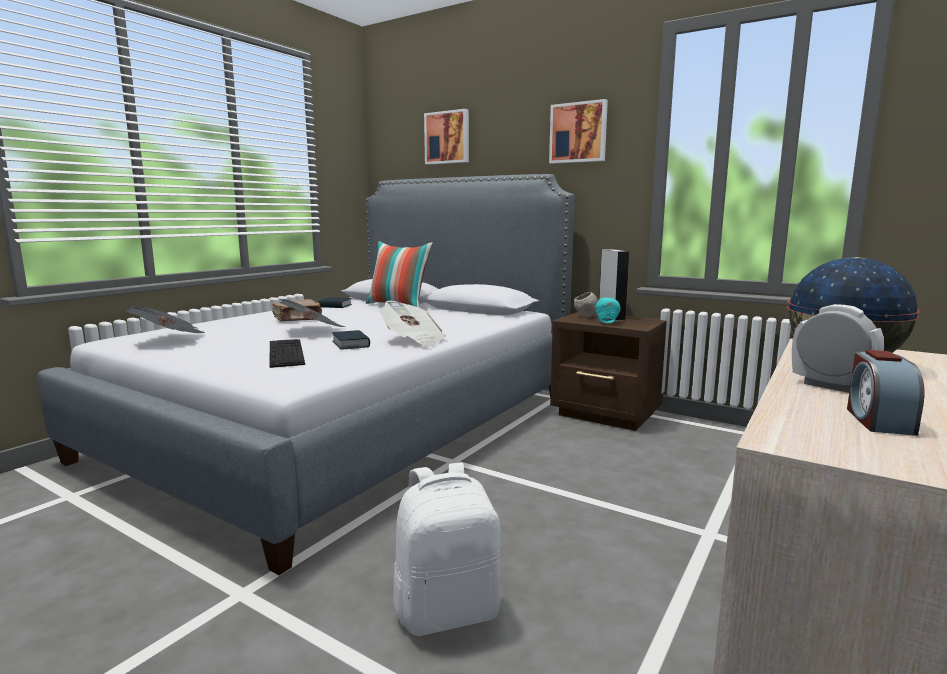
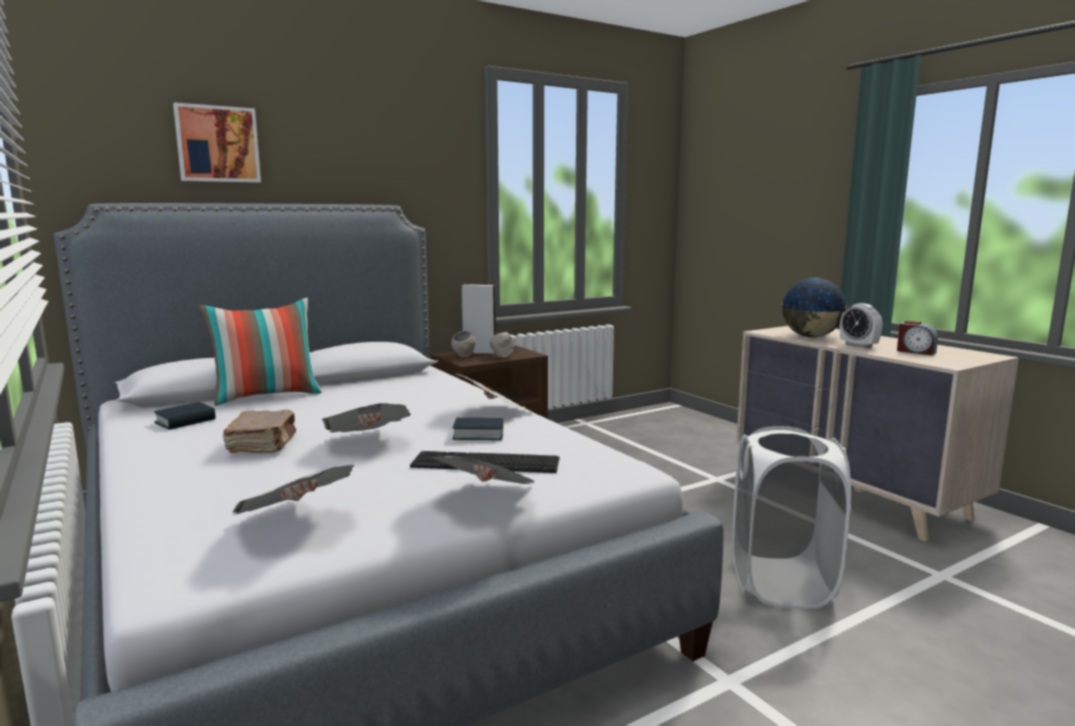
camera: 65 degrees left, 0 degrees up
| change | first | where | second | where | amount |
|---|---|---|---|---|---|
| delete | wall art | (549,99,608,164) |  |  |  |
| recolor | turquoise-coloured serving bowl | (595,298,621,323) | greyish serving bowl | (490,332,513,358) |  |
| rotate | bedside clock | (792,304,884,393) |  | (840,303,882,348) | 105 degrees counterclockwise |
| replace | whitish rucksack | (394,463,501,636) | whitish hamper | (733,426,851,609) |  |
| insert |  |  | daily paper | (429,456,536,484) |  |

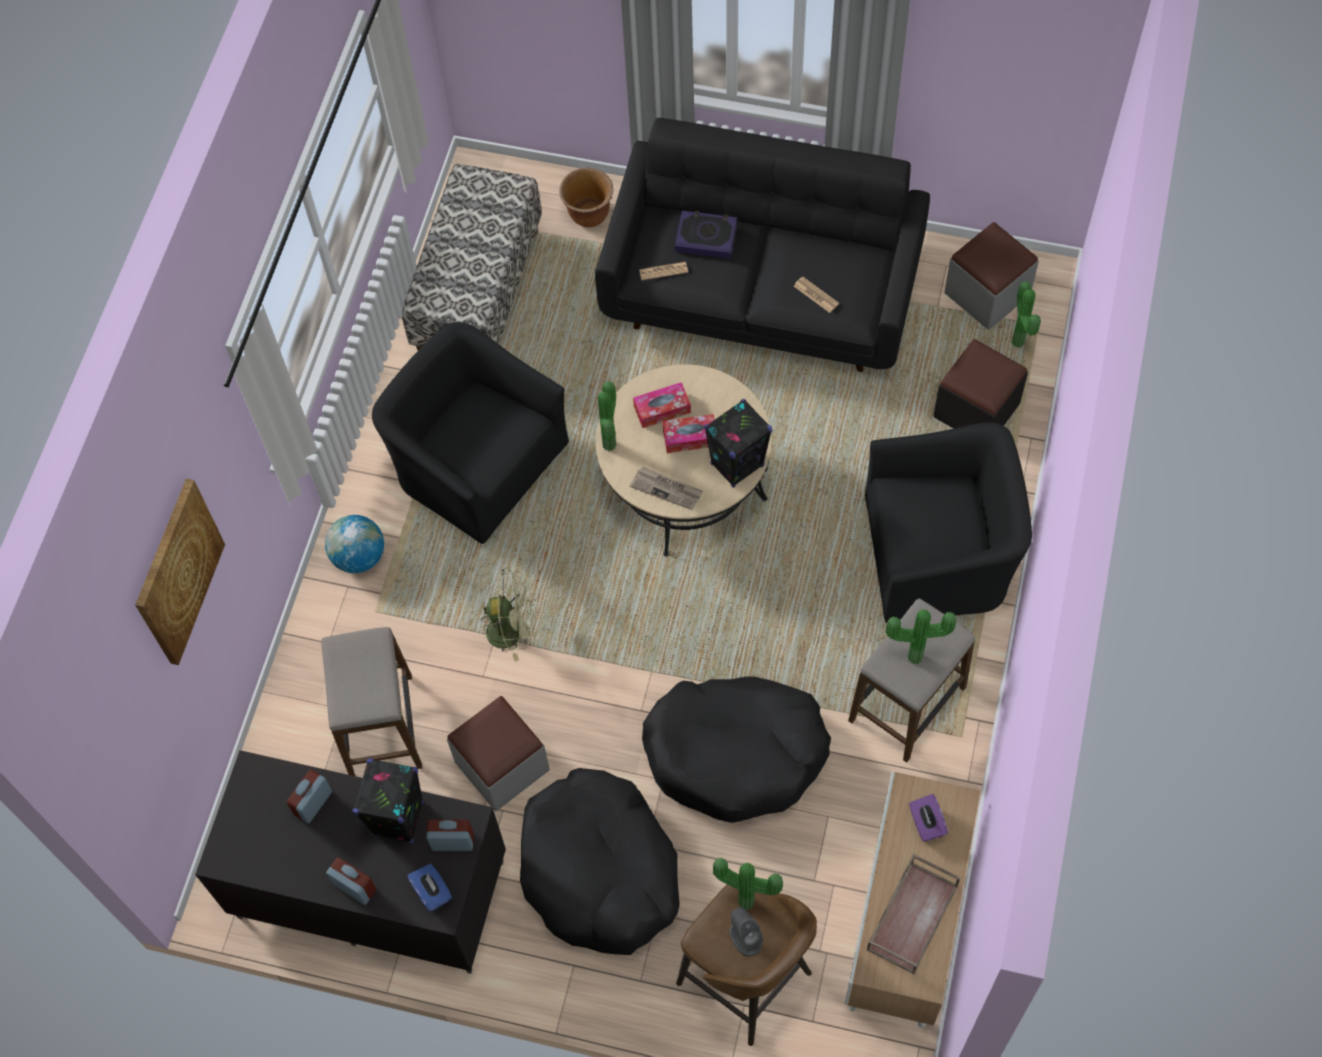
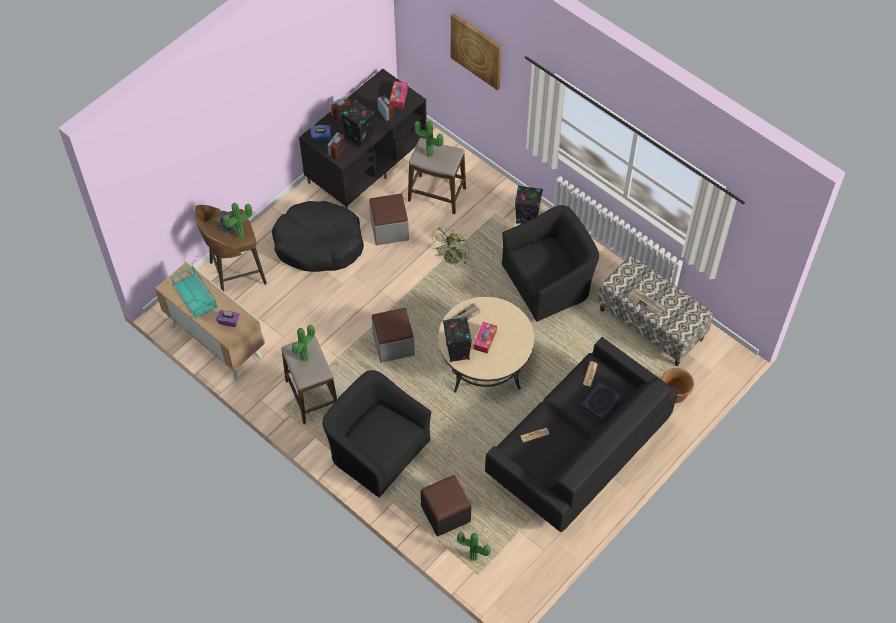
camera: 115 degrees right, 5 degrees down
| change | first | where | second | where | amount |
|---|---|---|---|---|---|
| move | greyish pouffe | (945,222,1038,330) |  | (371,308,415,363) |  |
| move | plant in a pot | (598,381,616,451) |  | (415,121,444,157) |  |
| move | box of tissues | (633,382,691,428) |  | (390,81,408,108) |  |
| rotate | black-coloured lounge chair | (865,422,1032,623) |  | (322,370,431,497) | 105 degrees clockwise |
| replace | desk globe | (325,515,384,573) | black-coloured audio speaker | (515,185,543,224) |  |
| delete | black-coloured dog bed | (642,676,831,823) |  |  |  |
| recolor | brownish tray | (867,853,960,975) | turquoise-coloured tray | (171,266,218,319) |  |
| insert |  |  | daily paper | (627,289,665,316) |  |

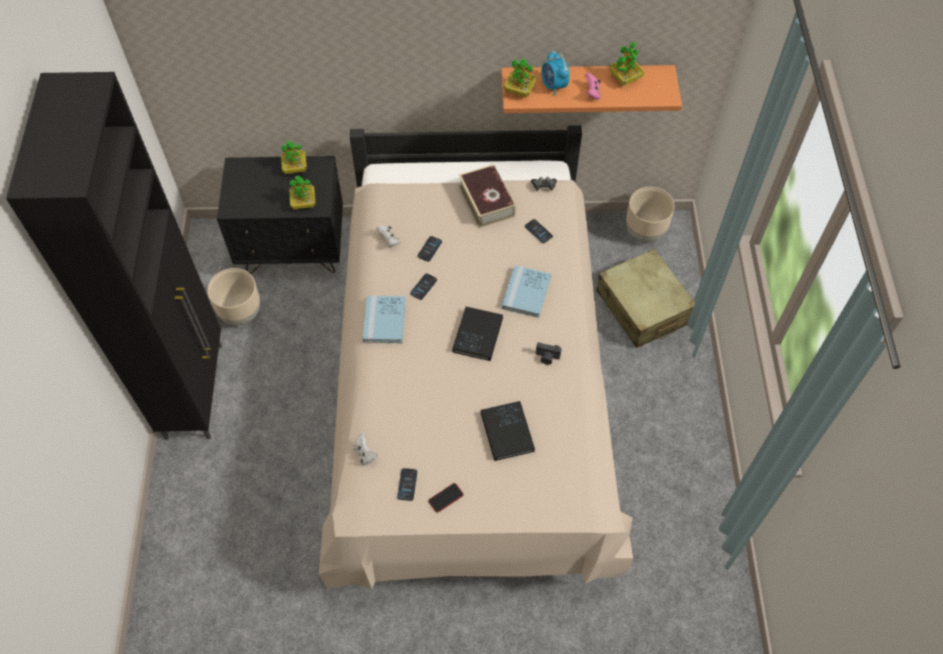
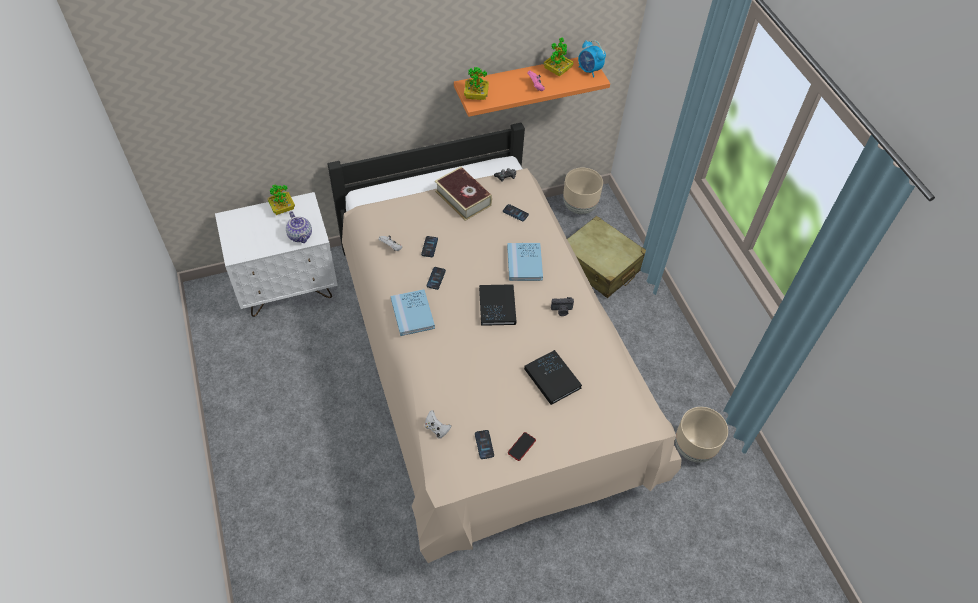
camera: 20 degrees left, 5 degrees down
| change | first | where | second | where | amount |
|---|---|---|---|---|---|
| move | bedside clock | (541,50,570,95) |  | (578,40,606,78) |  |
| delete | black-coloured cupboard | (6,72,222,440) |  |  |  |
| recolor | black-coloured bedside table | (217,156,343,274) | whitish bedside table | (215,192,338,317) |  |
| replace | plant in a pot | (289,176,316,209) | teapot | (286,211,312,243) |  |
| move | beige-coloured planter | (207,268,260,325) |  | (675,407,728,463) |  |

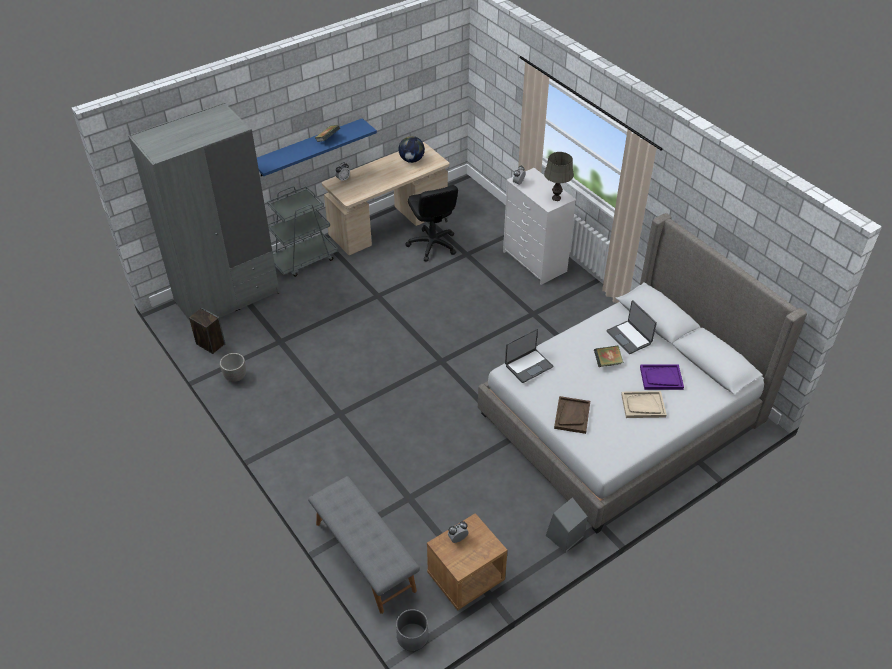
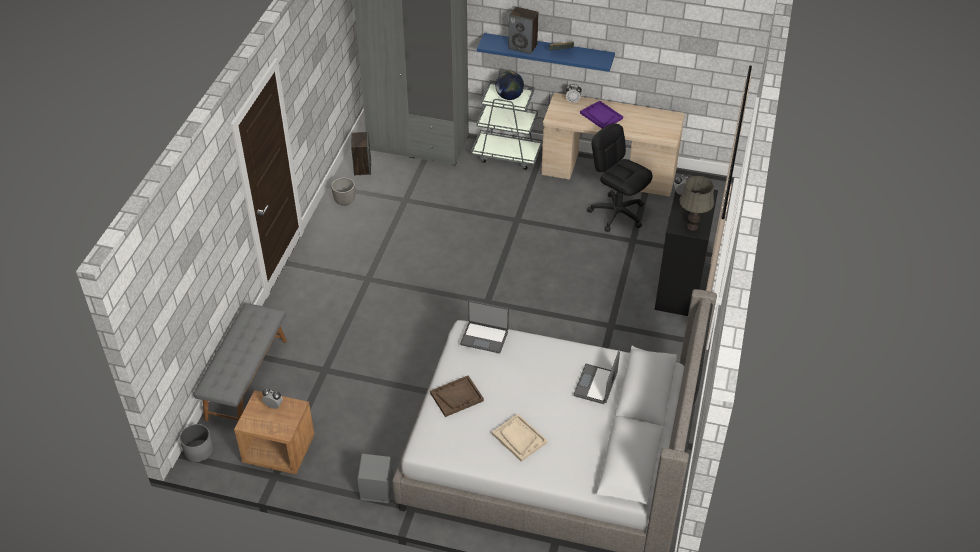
camera: 50 degrees right, 0 degrees up
| change | first | where | second | where | amount |
|---|---|---|---|---|---|
| move | desk globe | (398,136,425,163) |  | (495,71,524,100) |  |
| recolor | whitish drawer chest | (503,168,576,285) | black-coloured drawer chest | (655,190,718,316) |  |
| rotate | black-coloured computer chair | (406,185,458,262) |  | (587,123,652,232) | 105 degrees clockwise |
| delete | volume | (594,345,624,367) |  |  |  |
| move | purple-coloured tray | (640,365,684,390) |  | (580,101,623,129) |  |
| insert |  |  | audio speaker | (508,7,539,54) |  |

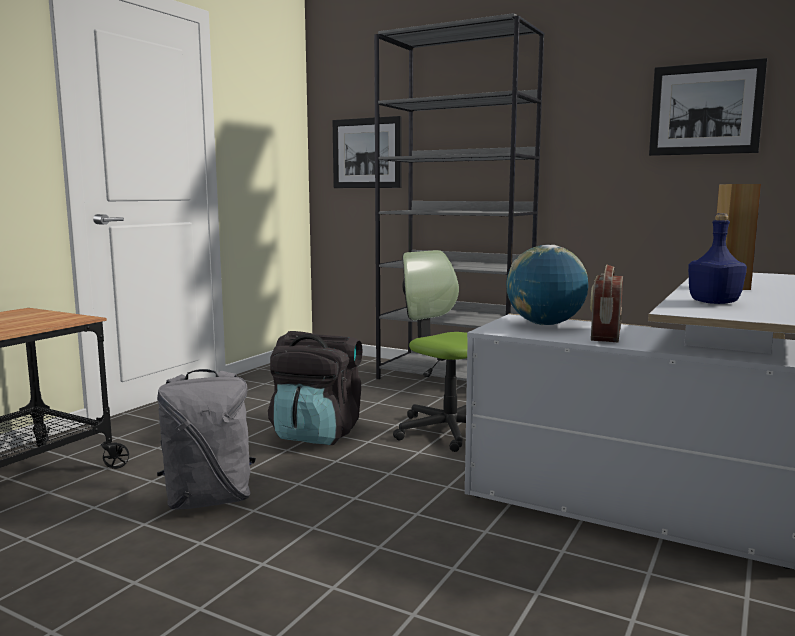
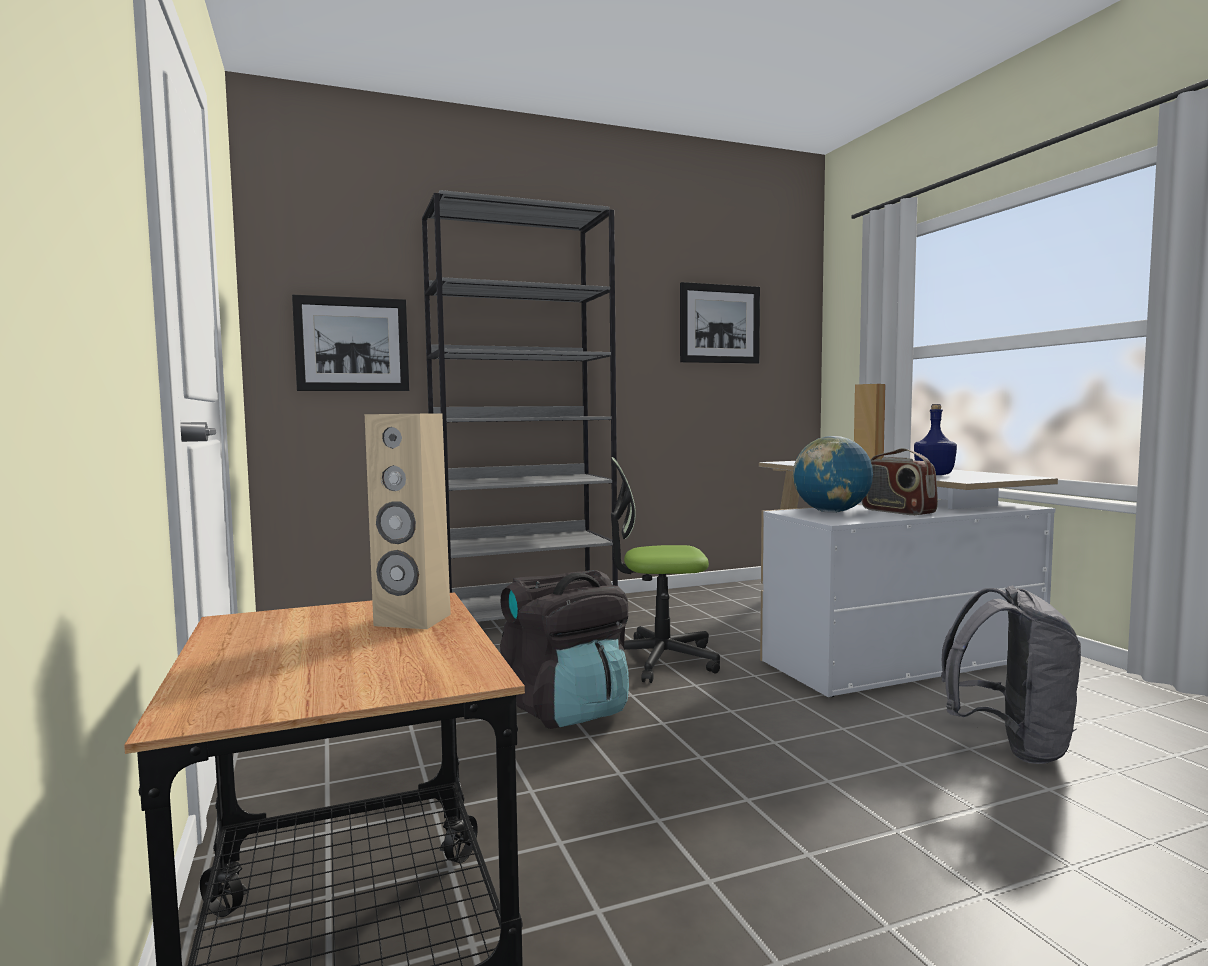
camera: 50 degrees left, 5 degrees down
| change | first | where | second | where | amount |
|---|---|---|---|---|---|
| move | greyish rucksack | (157,369,256,510) |  | (941,585,1081,764) |  |
| insert |  |  | beige-coloured audio speaker | (365,414,451,629) |  |

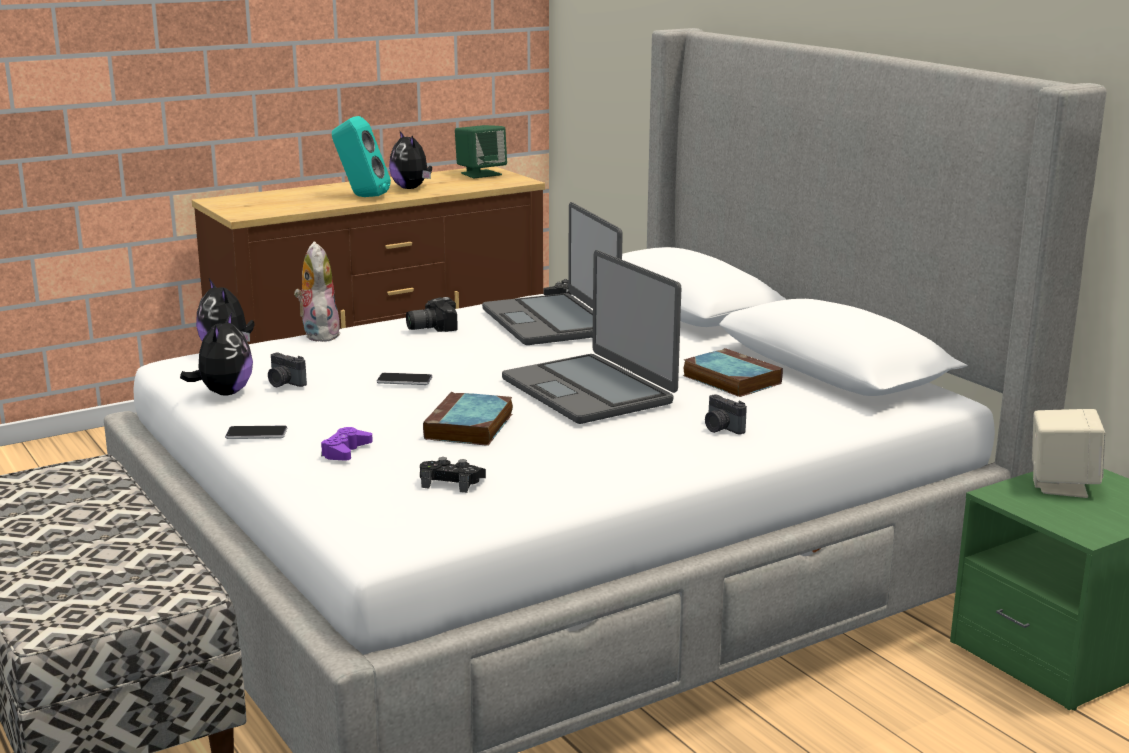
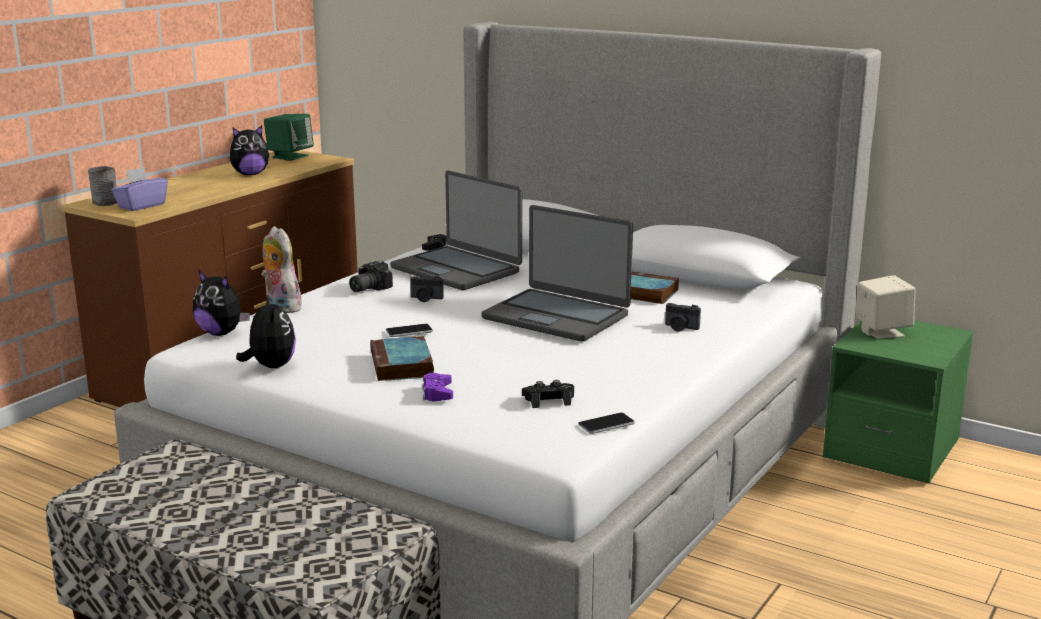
camera: 25 degrees left, 0 degrees up
| change | first | where | second | where | amount |
|---|---|---|---|---|---|
| delete | turquoise-coloured audio speaker | (332,116,391,197) |  |  |  |
| rotate | cuddly toy | (389,130,432,189) |  | (230,125,270,175) | 60 degrees counterclockwise |
| move | still camera | (268,353,307,387) |  | (410,276,444,302) |  |
| move | volume | (423,392,513,446) |  | (370,336,434,381) |  |
| move | phone | (225,426,287,439) |  | (578,413,635,434) |  |
| insert |  |  | greyish coffee mug | (88,166,117,206) |  |
| insert |  |  | purple-coloured box of tissues | (111,167,168,211) |  |

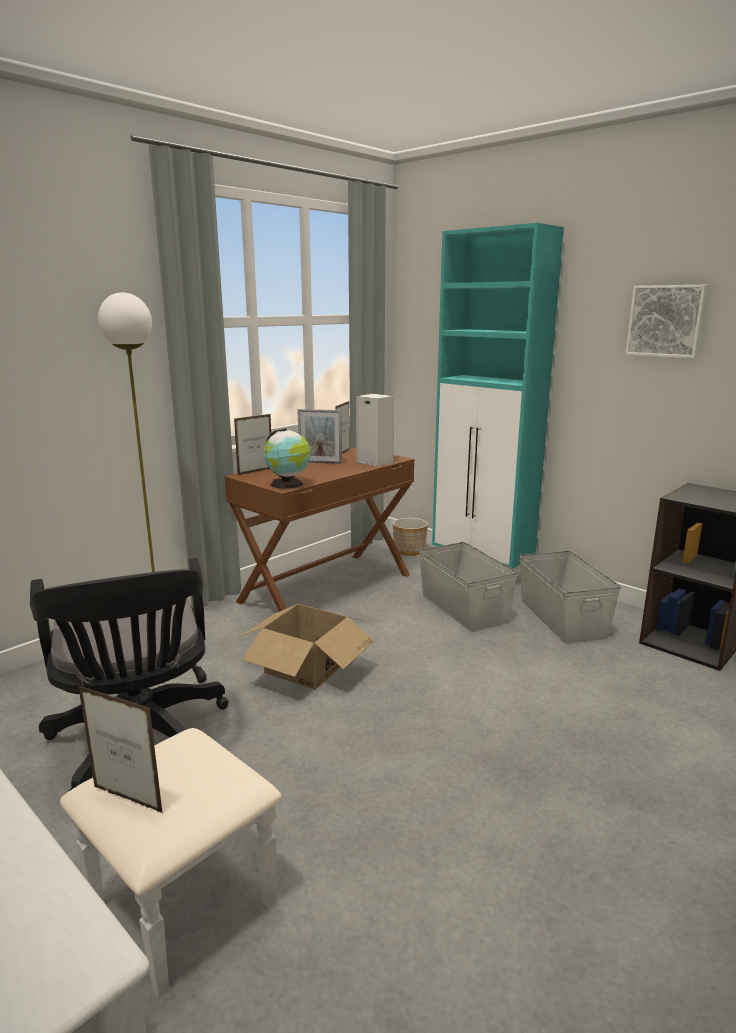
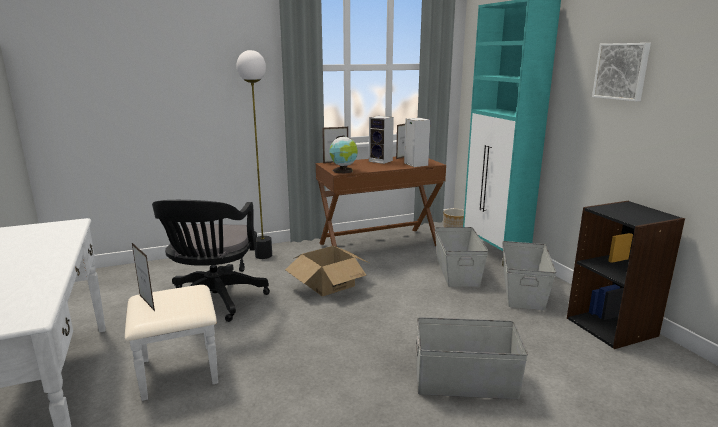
camera: 25 degrees right, 0 degrees up
| change | first | where | second | where | amount |
|---|---|---|---|---|---|
| replace | photo frame | (297,409,342,464) | audio speaker | (369,116,394,164) |  |
| insert |  |  | greyish storage container | (416,317,528,399) |  |

